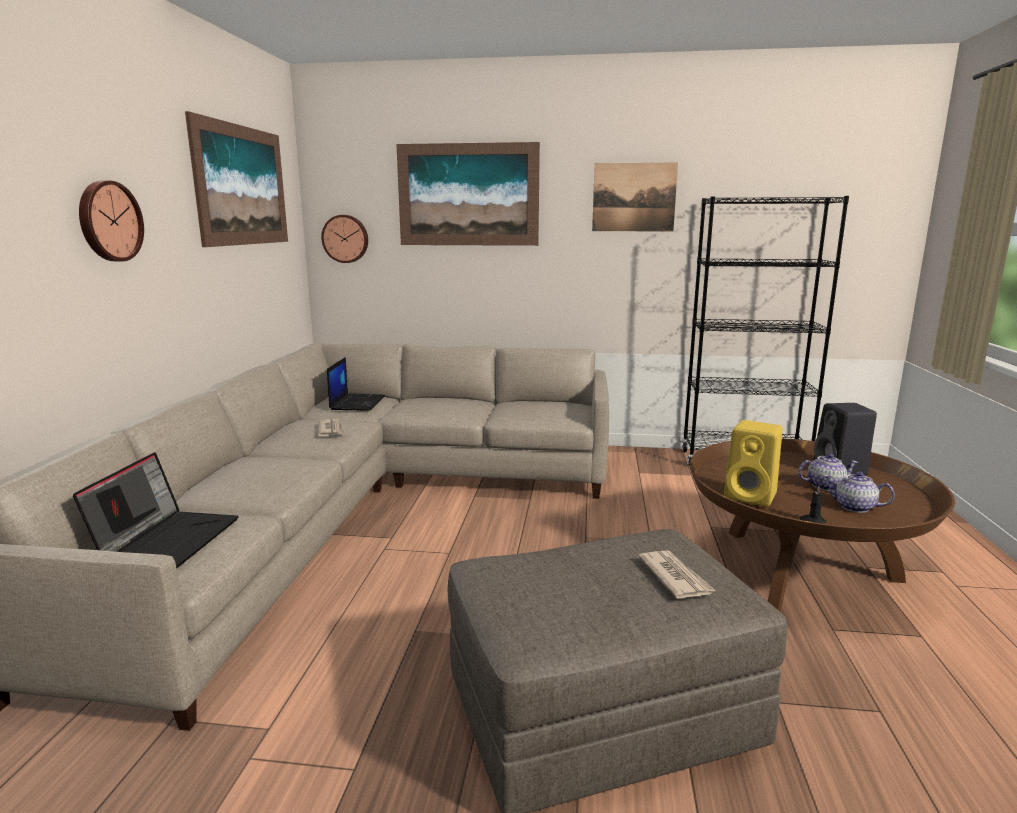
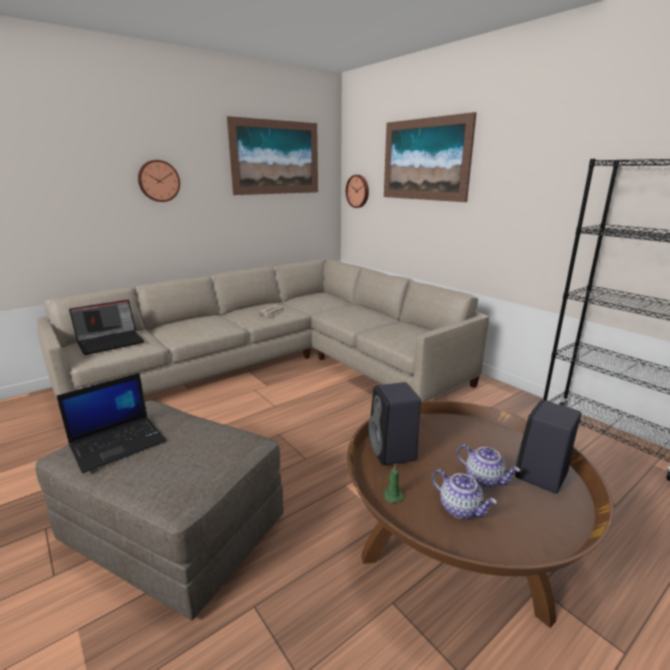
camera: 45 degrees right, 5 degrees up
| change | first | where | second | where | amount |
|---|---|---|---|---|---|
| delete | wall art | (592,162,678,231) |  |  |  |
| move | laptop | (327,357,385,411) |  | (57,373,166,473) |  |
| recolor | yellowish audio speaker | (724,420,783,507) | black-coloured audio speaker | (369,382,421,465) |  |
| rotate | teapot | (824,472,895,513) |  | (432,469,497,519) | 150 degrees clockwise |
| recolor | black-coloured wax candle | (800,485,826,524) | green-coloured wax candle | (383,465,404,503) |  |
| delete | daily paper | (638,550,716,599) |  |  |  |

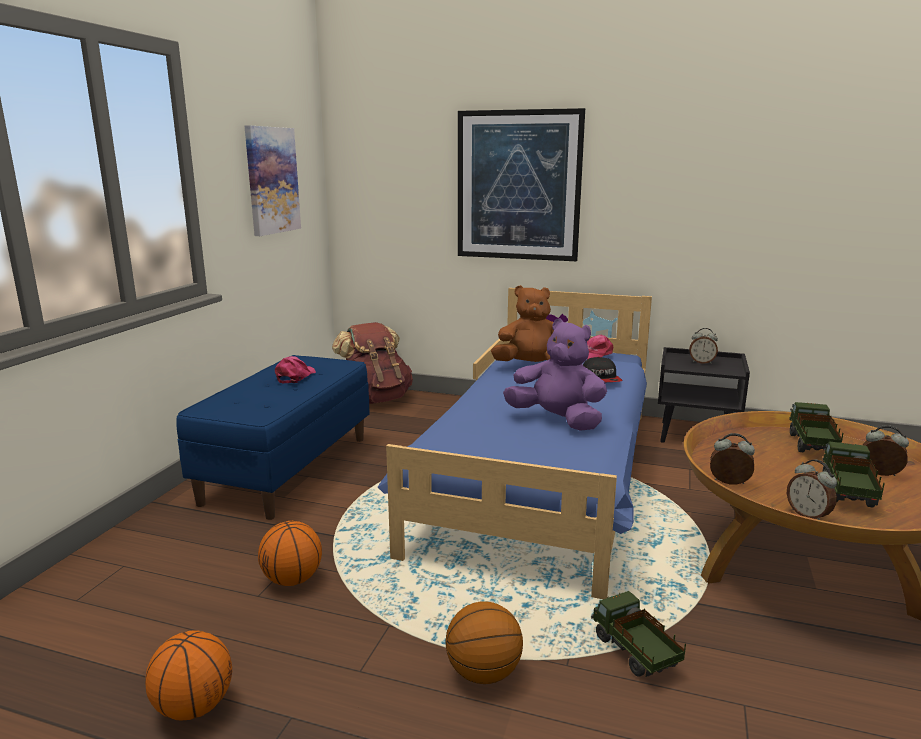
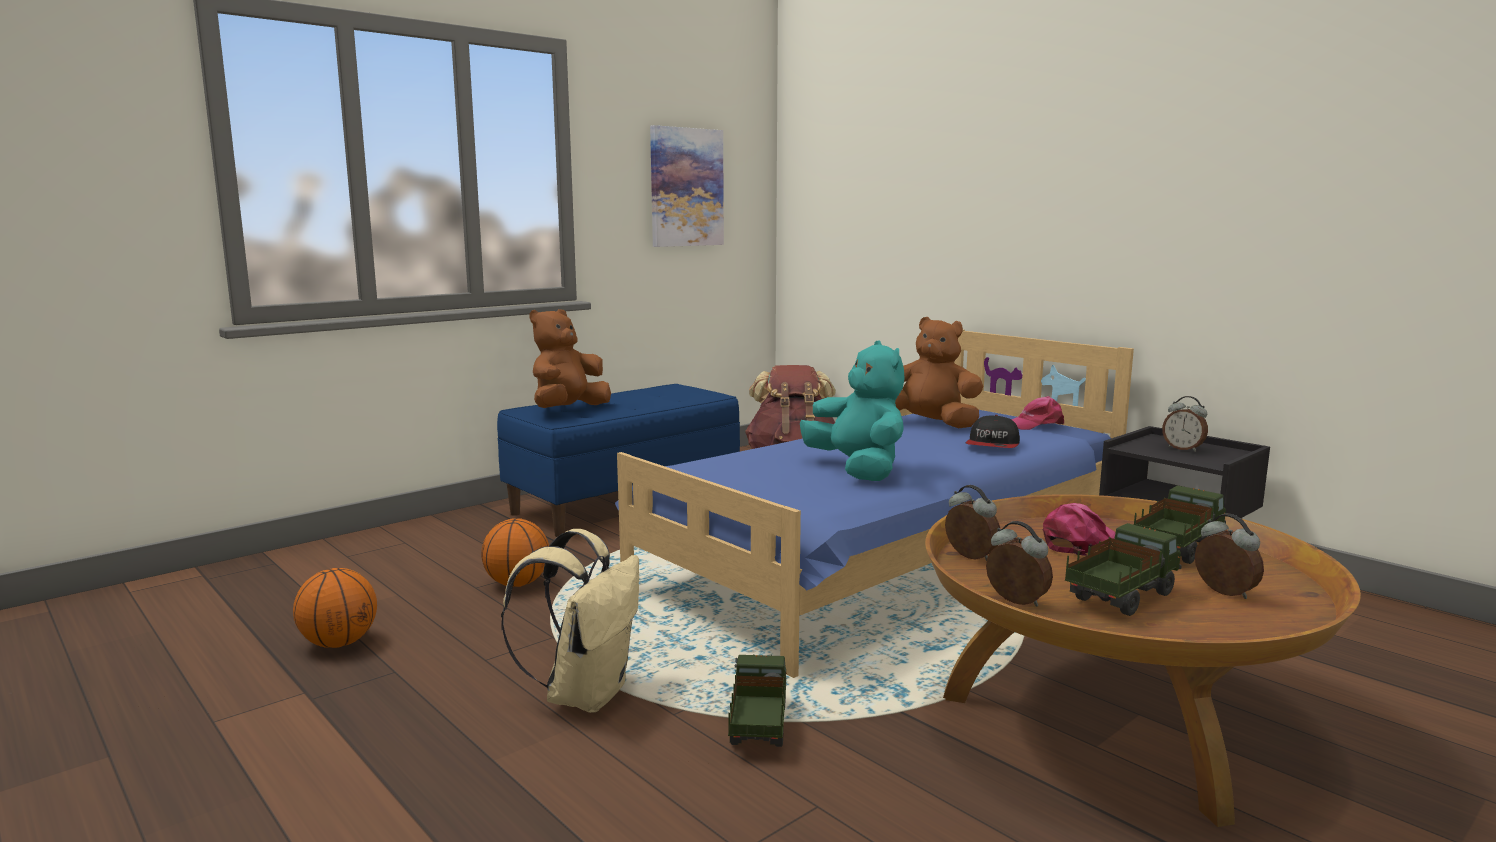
camera: 30 degrees right, 5 degrees down
| change | first | where | second | where | amount |
|---|---|---|---|---|---|
| delete | wall art | (458,108,585,261) |  |  |  |
| recolor | purple-coloured cuddly toy | (503,318,607,431) | turquoise-coloured cuddly toy | (800,340,905,481) |  |
| move | pinkish baseball cap | (275,356,316,383) |  | (1042,503,1115,556) |  |
| rotate | bedside clock | (787,459,837,520) |  | (986,521,1053,607) | 135 degrees clockwise |
| replace | ball for basketball | (445,601,523,684) | beige-coloured rucksack | (501,529,639,713) |  |
| insert |  |  | brownish cuddly toy | (530,309,611,408) |  |

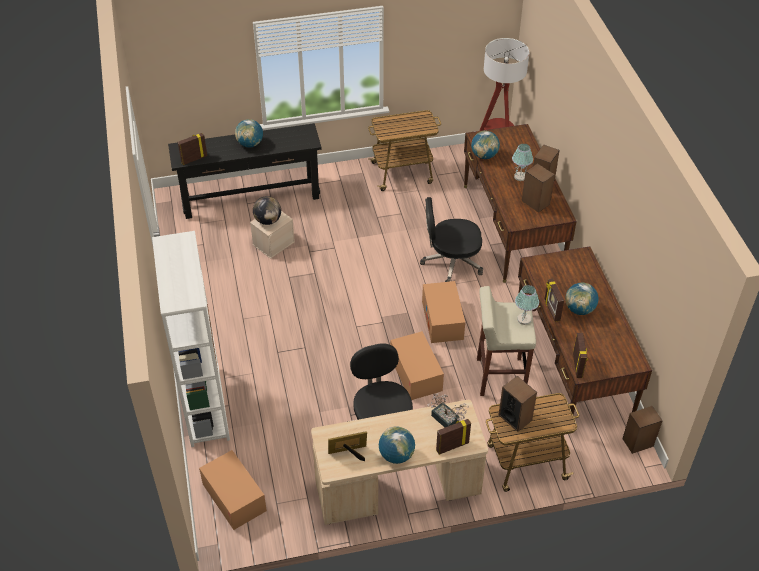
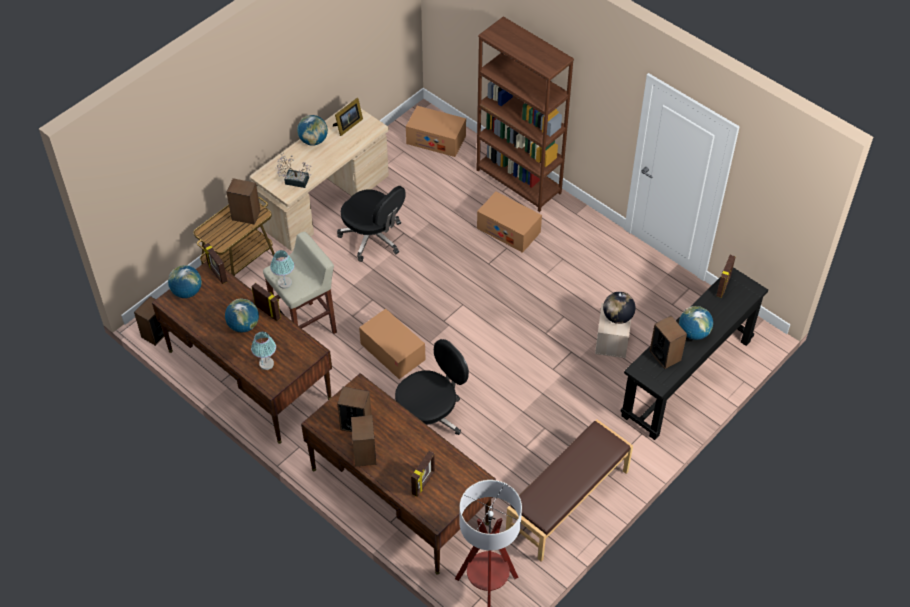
camera: 145 degrees right, 5 degrees up
| change | first | where | second | where | amount |
|---|---|---|---|---|---|
| replace | wheeled cart | (368,110,441,191) | brownish indoor bench | (506,419,633,562) |  |
| move | desk globe | (471,131,500,159) |  | (168,265,202,298) |  |
| move | lamp for a table | (512,144,533,181) |  | (251,332,276,370) |  |
| recolor | whitish shelving unit | (152,231,230,447) | brownish shelving unit | (477,16,574,212) |  |
| move | packing box | (390,331,444,400) |  | (477,191,542,253) |  |
| move | photo frame | (436,419,471,455) |  | (411,451,435,496) |  |
| insert |  |  | audio speaker | (650,316,687,369) |  |

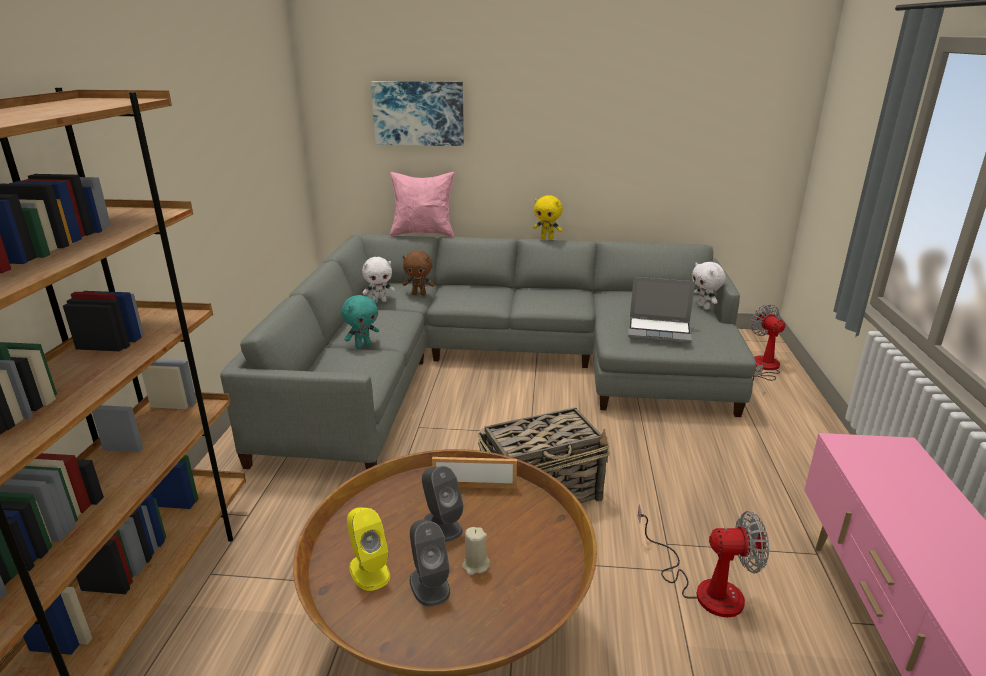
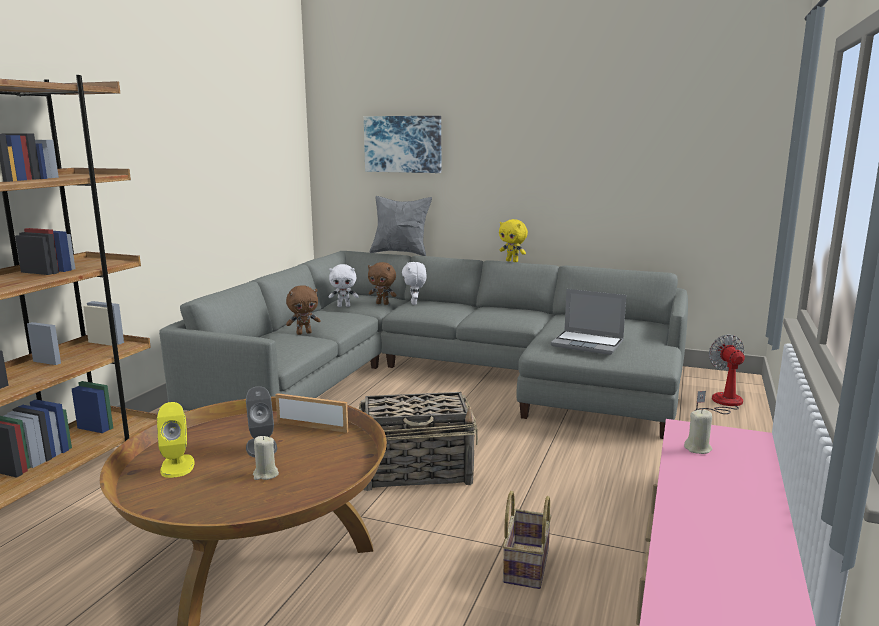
camera: 15 degrees right, 10 degrees down
| change | first | where | second | where | amount |
|---|---|---|---|---|---|
| recolor | pinkish pillow | (390,172,455,237) | greyish pillow | (370,196,432,256) |  |
| move | whitish cuddly toy | (692,262,726,310) |  | (402,262,427,305) |  |
| recolor | turquoise-coloured cuddly toy | (341,295,379,349) | brownish cuddly toy | (286,286,321,335) |  |
| replace | cooling fan | (638,504,769,617) | household basket | (502,491,552,589) |  |
| delete | greyish audio speaker | (409,519,450,607) |  |  |  |
| insert |  |  | beige-coloured wax candle | (684,409,712,454) |  |

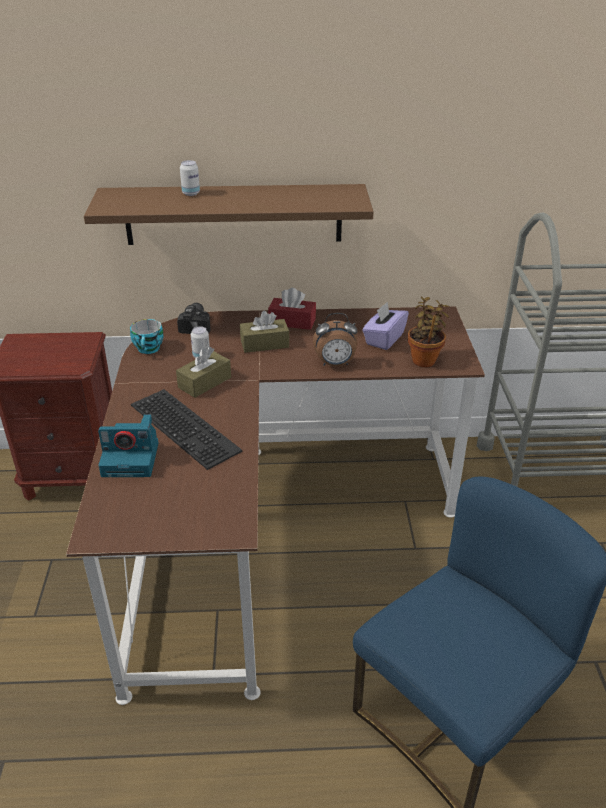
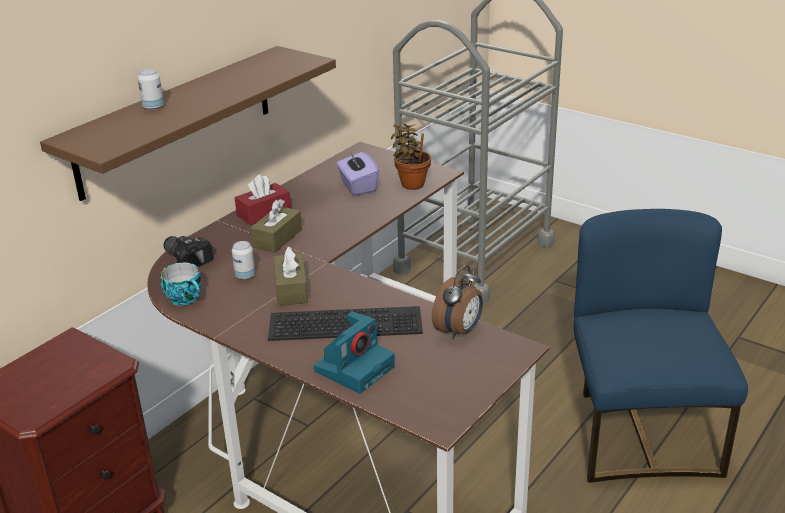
camera: 50 degrees left, 5 degrees down
| change | first | where | second | where | amount |
|---|---|---|---|---|---|
| move | bedside clock | (313,313,357,366) |  | (432,265,483,340) |  |

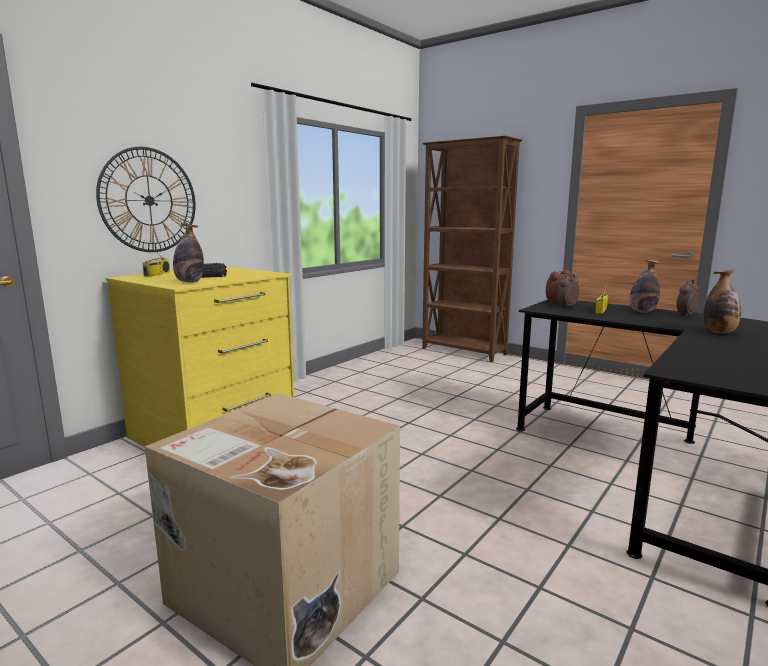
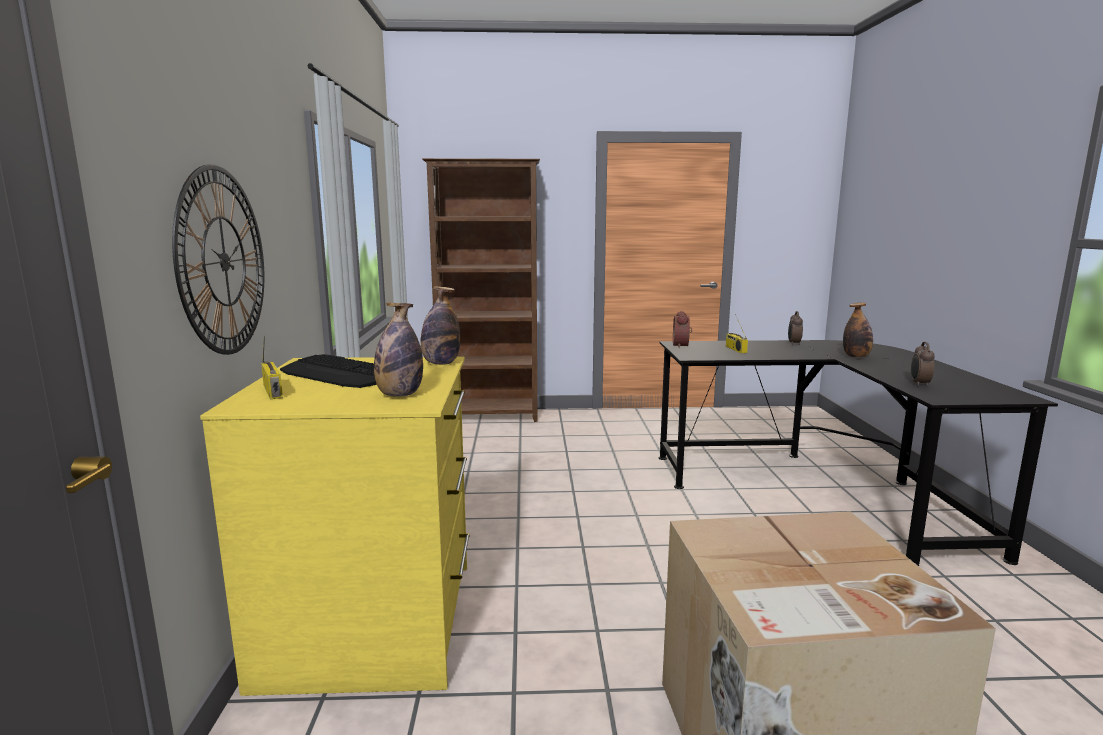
camera: 40 degrees left, 0 degrees up
| change | first | where | second | where | amount |
|---|---|---|---|---|---|
| move | bottle | (629,260,661,313) |  | (421,286,460,365) |  |
| move | bedside clock | (557,274,580,307) |  | (911,342,935,386) |  |

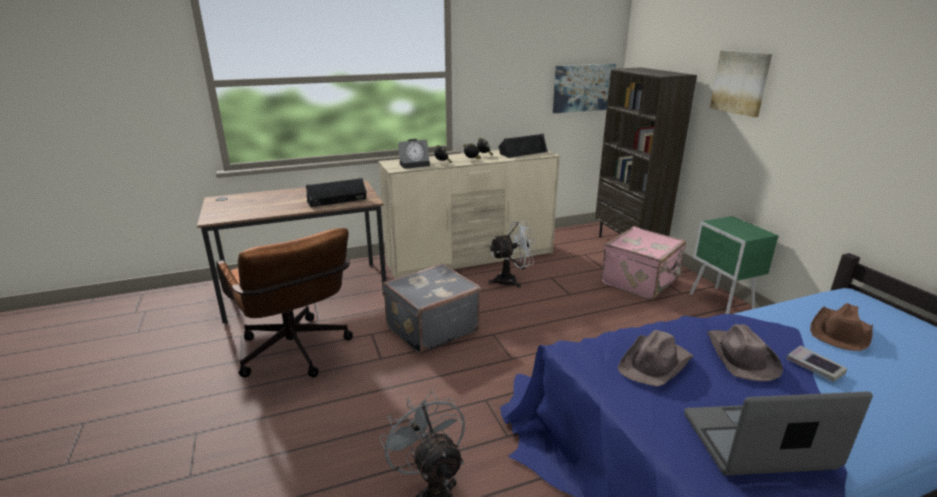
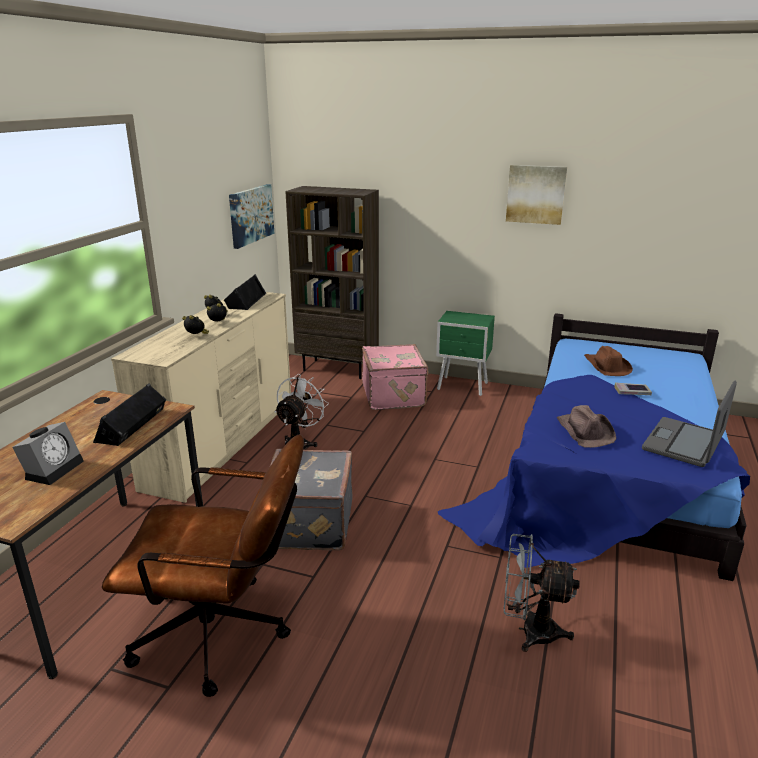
camera: 50 degrees left, 0 degrees up
| change | first | where | second | where | amount |
|---|---|---|---|---|---|
| move | wall art | (710,50,772,117) |  | (506,165,567,225) |  |
| move | bedside clock | (398,139,430,169) |  | (13,422,84,485) |  |
| delete | brownish hat | (707,324,783,381) |  |  |  |

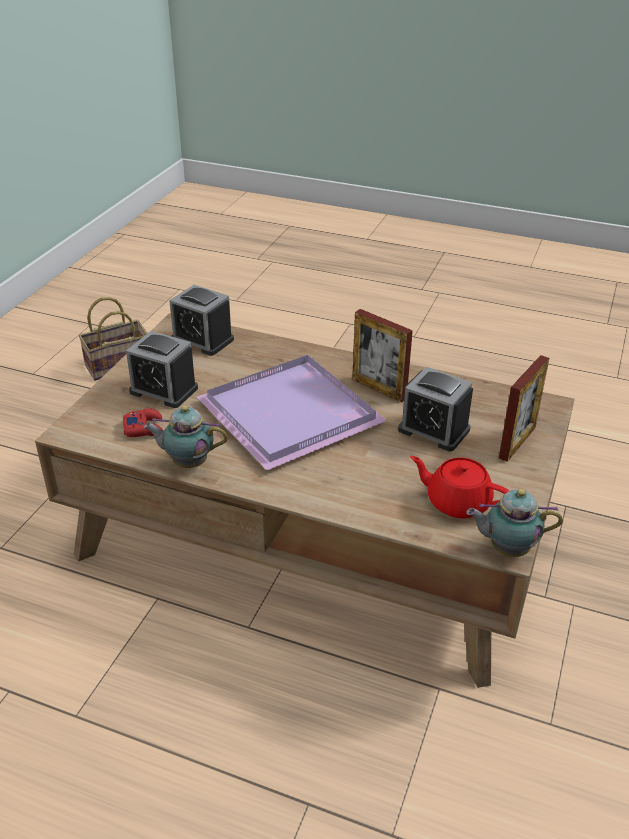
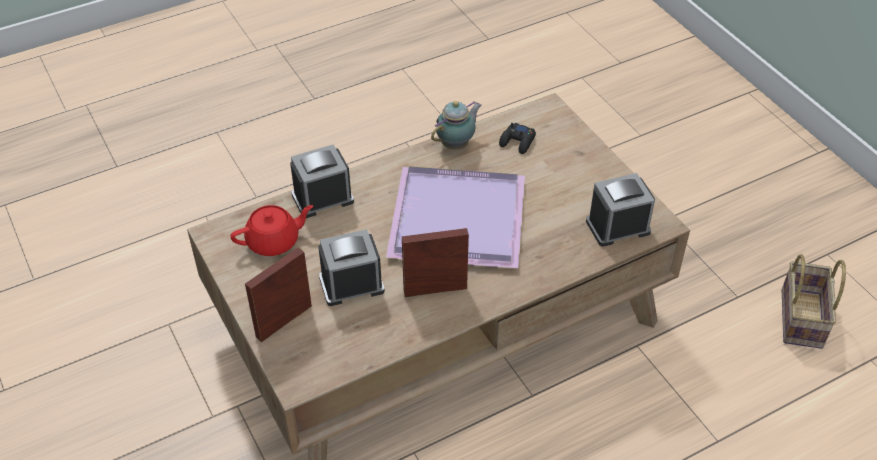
camera: 130 degrees right, 10 degrees up
| change | first | where | second | where | amount |
|---|---|---|---|---|---|
| move | bedside clock | (126,331,198,408) |  | (290,144,354,218) |  |
| rotate | photo frame | (499,355,549,462) |  | (245,247,312,342) | 60 degrees clockwise |
| recolor | reddish game controller | (123,408,163,437) | black-coloured game controller | (499,123,536,154) |  |
| delete | teapot | (466,489,563,557) |  |  |  |

